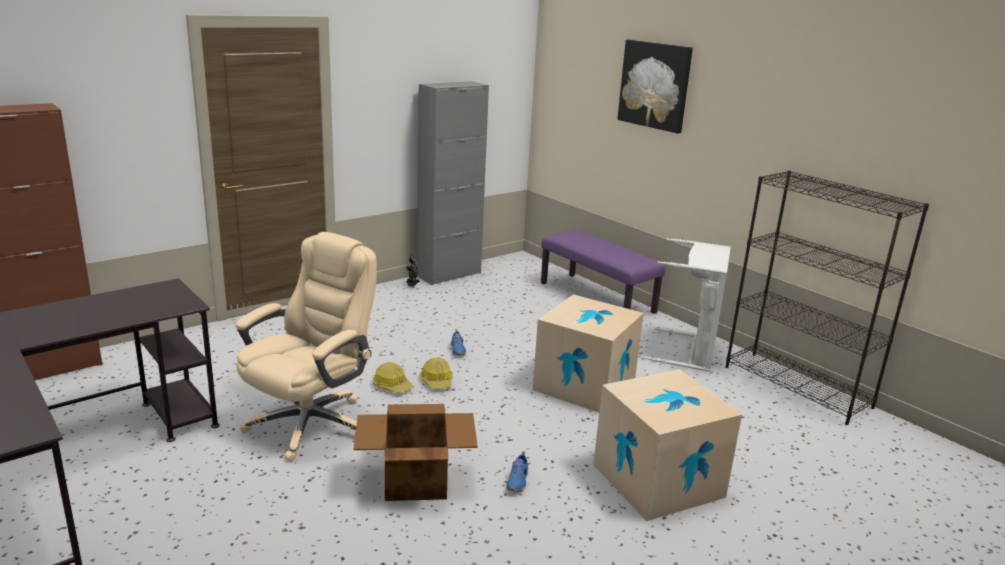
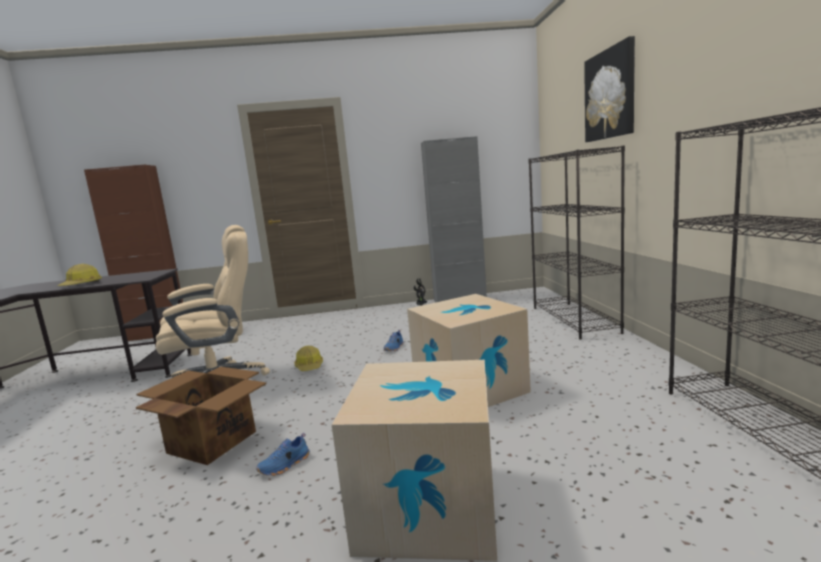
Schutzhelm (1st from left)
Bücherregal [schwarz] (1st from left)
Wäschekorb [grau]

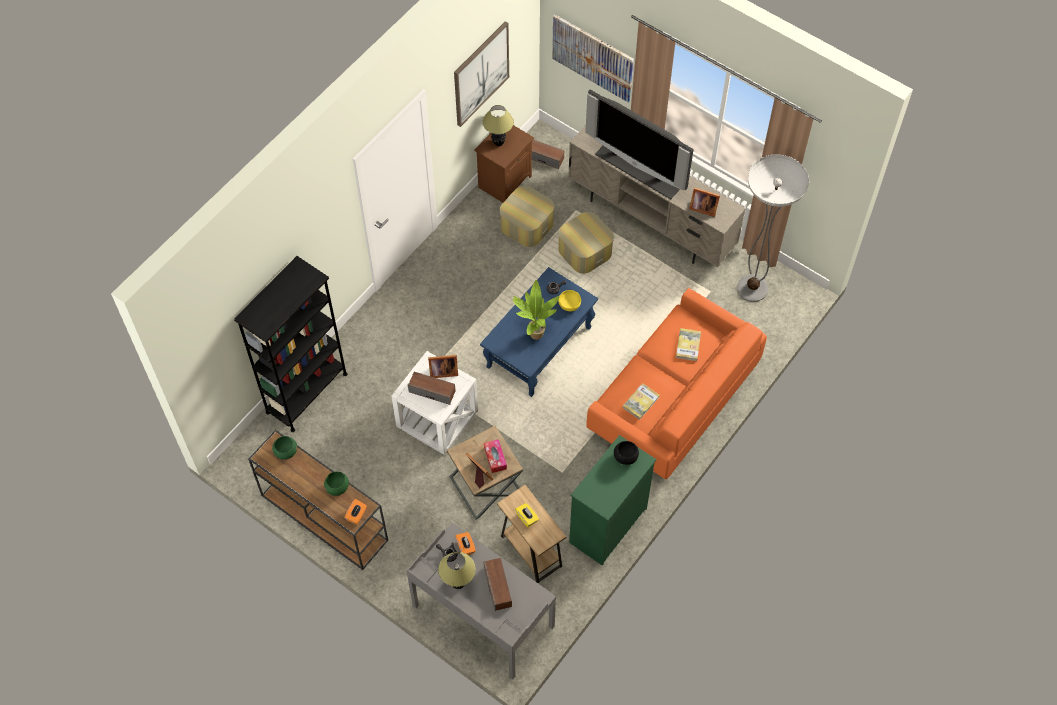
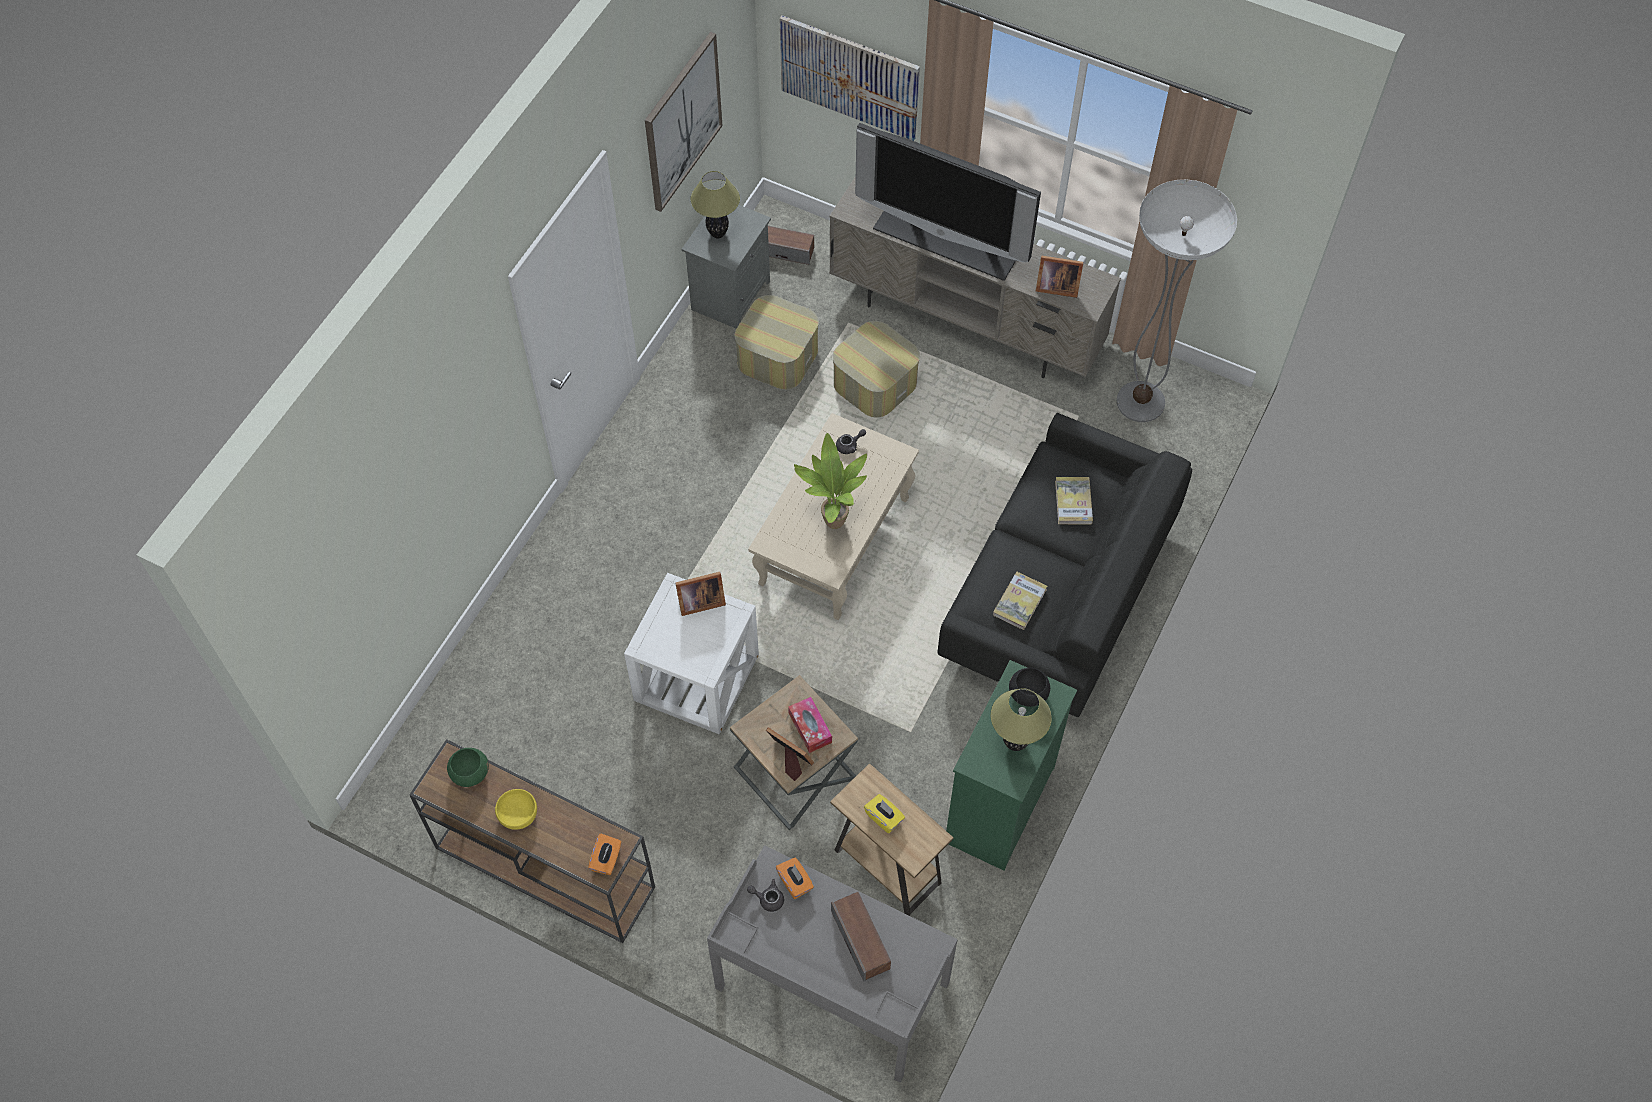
Bücherregal [schwarz]
Schüssel [grün] (2nd from left in the first image)
Lautsprecher (1st from left in the first image)
Tischlampe (2nd from left)
Nachttisch [grau]
Couchtisch [beige]
Schüssel [gelb]
Sofa [schwarz]

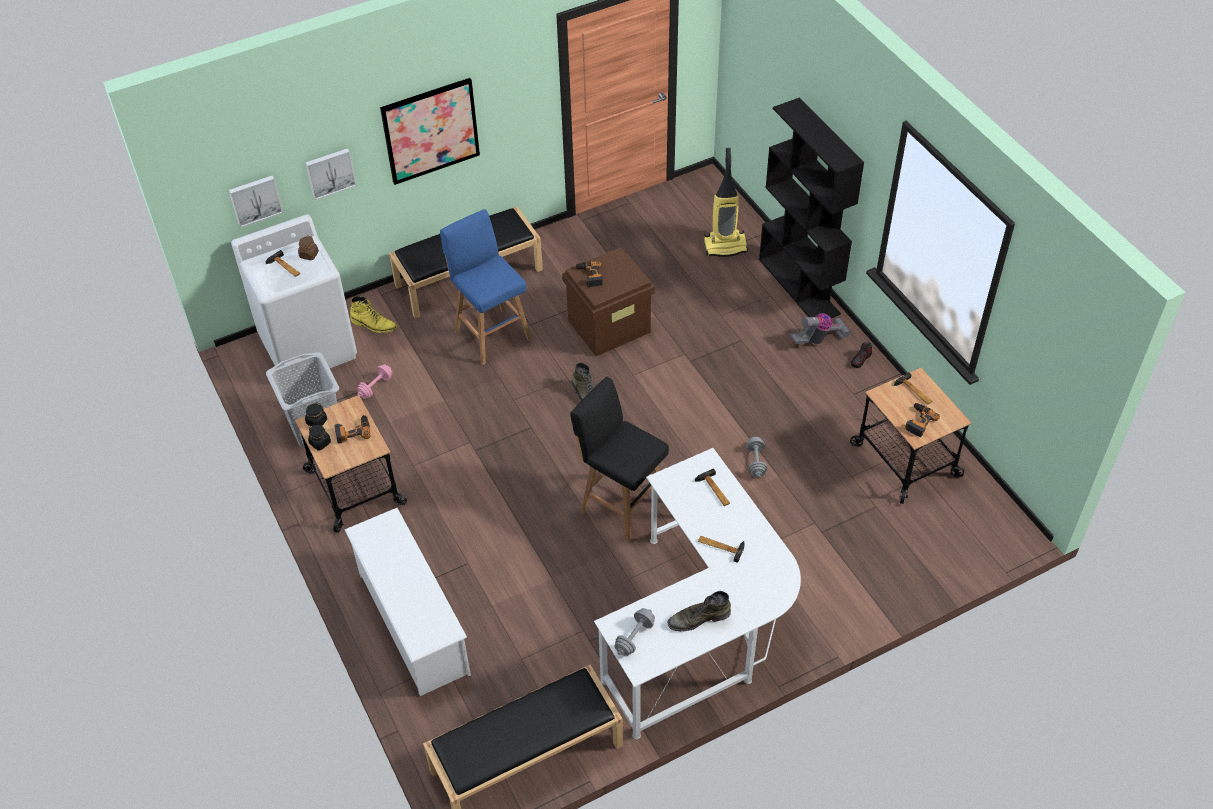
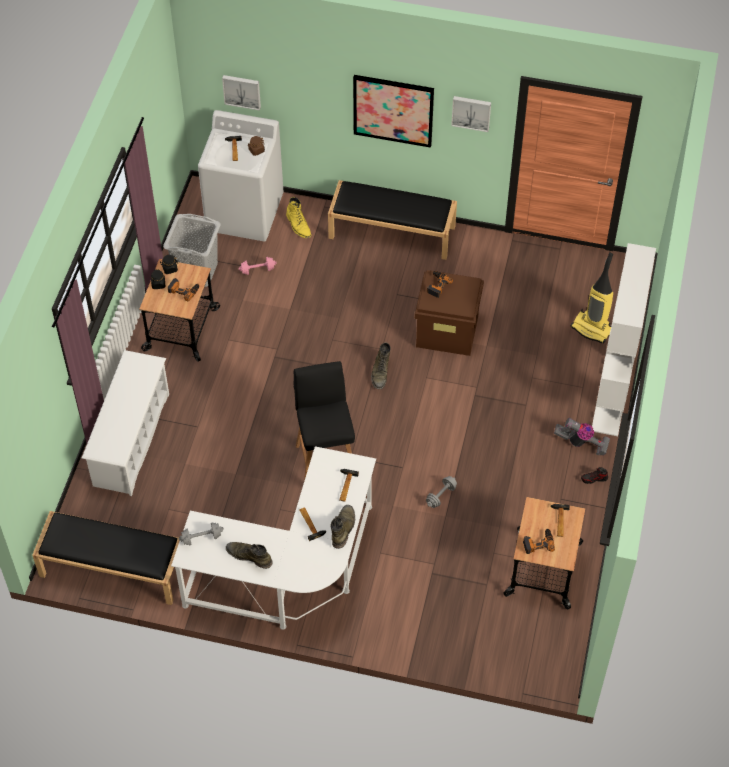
Bild (3rd from left)
Hocker [blau]
Bücherregal [weiß]
Stiefel [grün] (2nd from left)

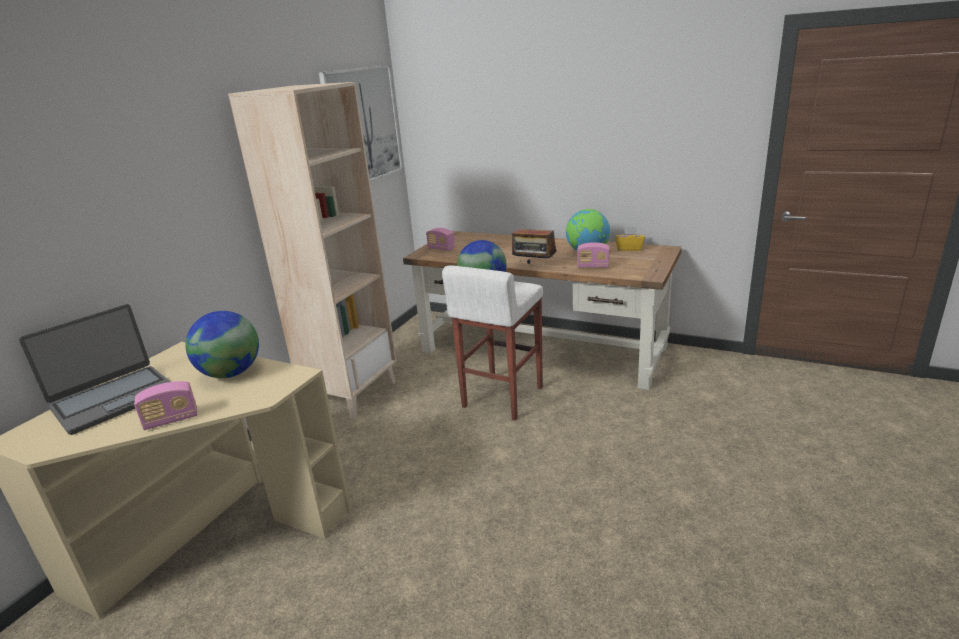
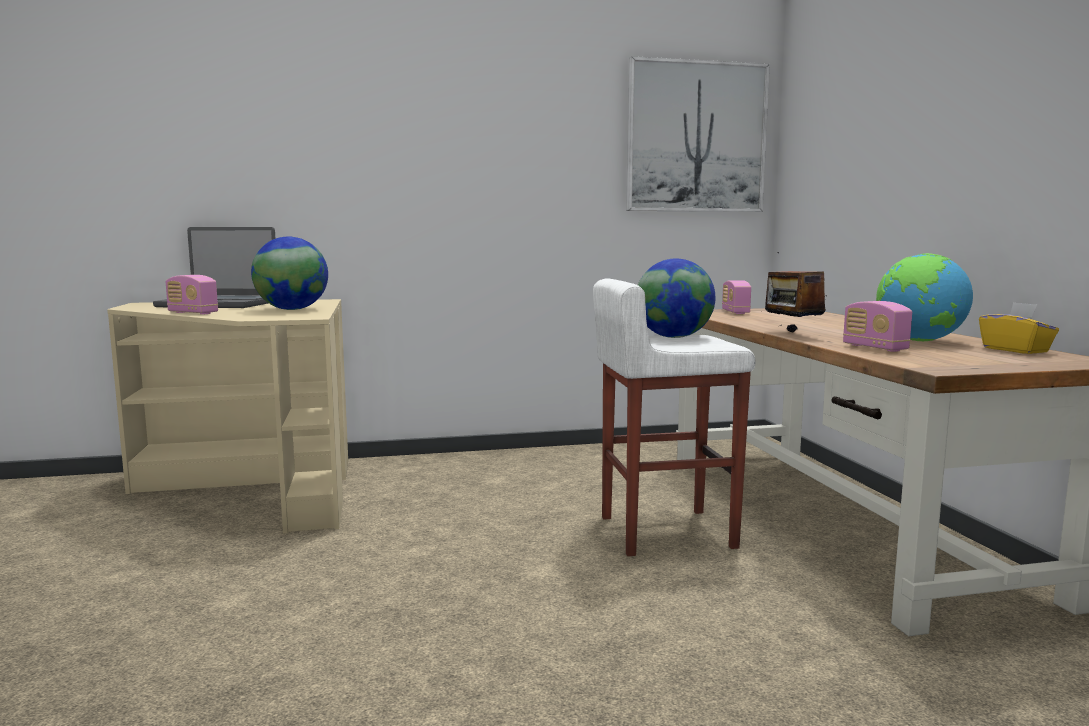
Bücherregal [beige]

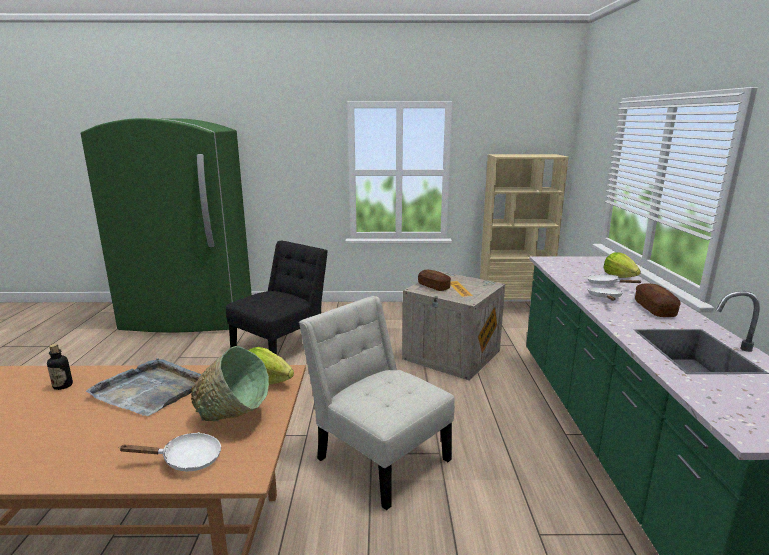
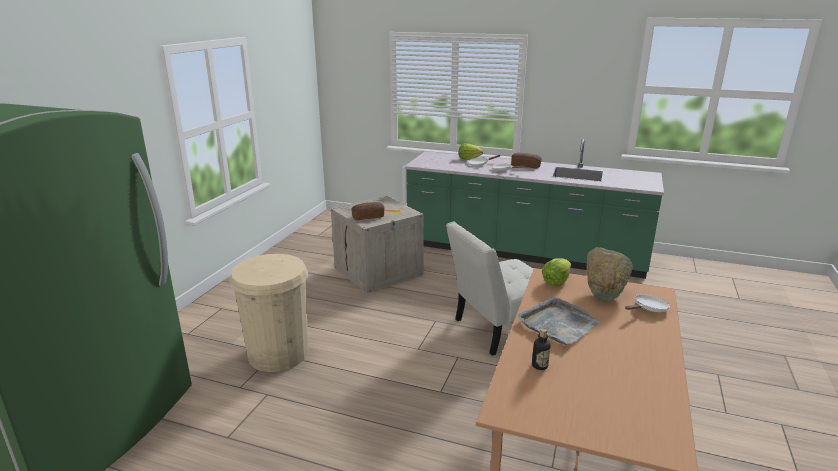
Pfanne [weiß] (3rd from left)
Mülleimer [beige]
Bücherregal [beige]

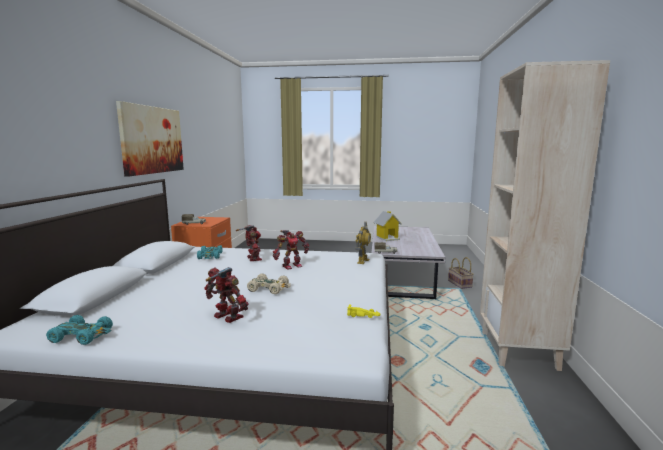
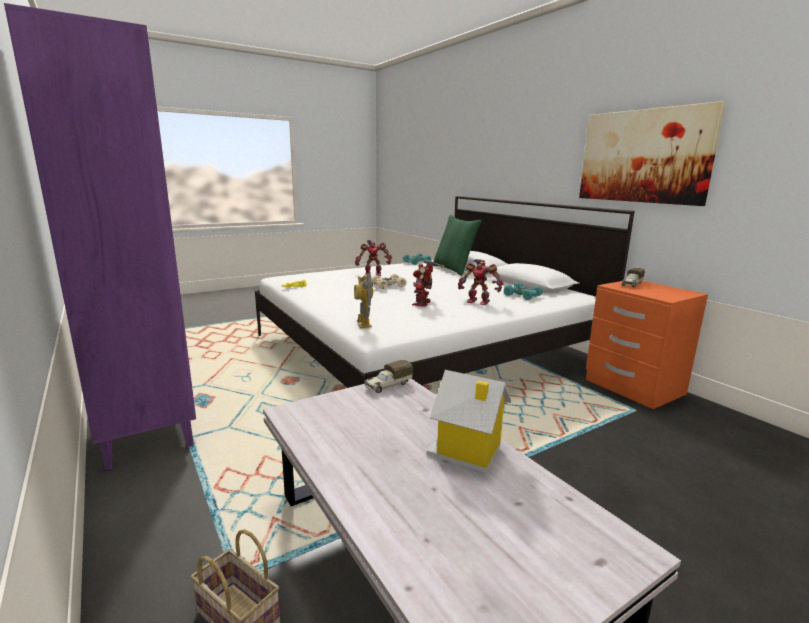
Bücherregal [lila]
Kissen [grün]

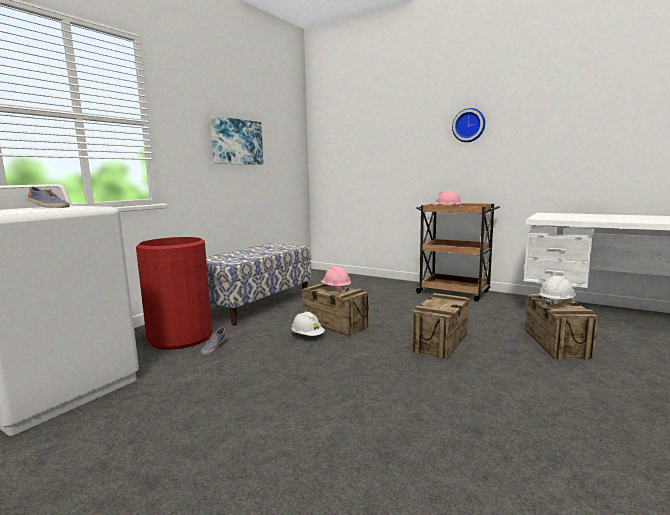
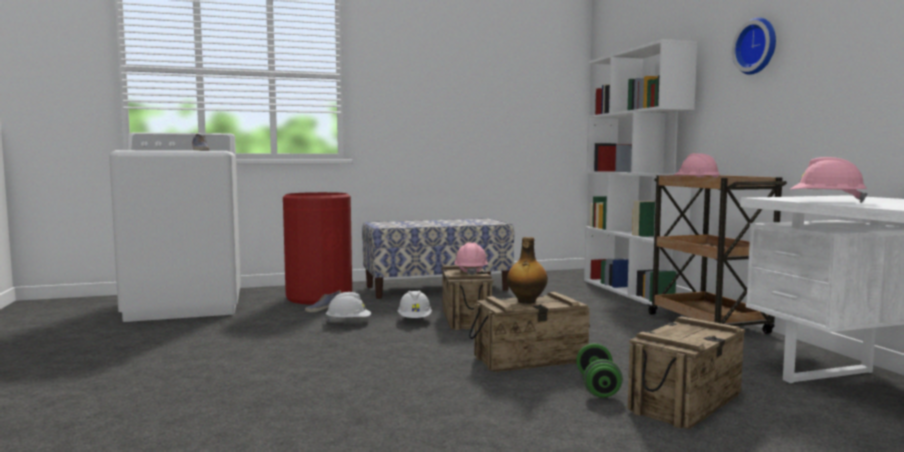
Bild
Schutzhelm [weiß] (1st from left)
Flasche
Hantel [grün]
Bücherregal [weiß]
Schutzhelm [rosa] (3rd from left)

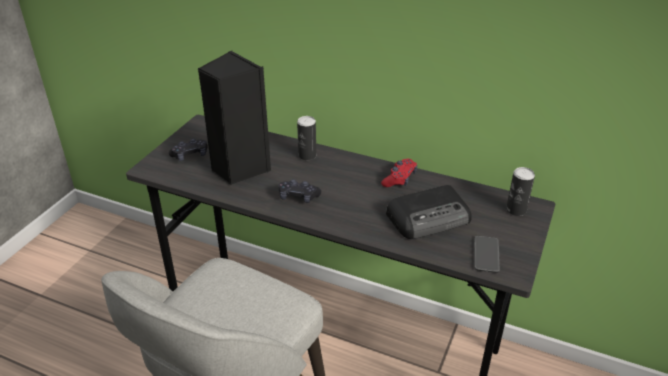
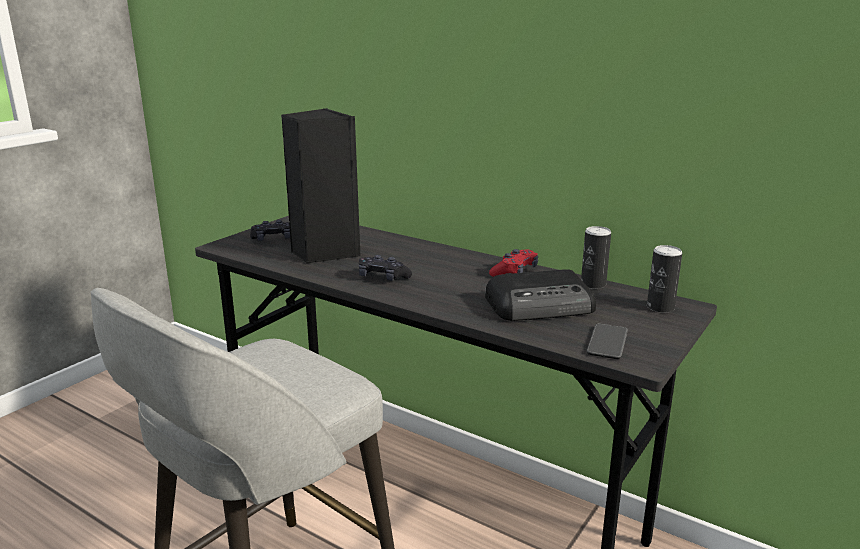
Dose (1st from left)

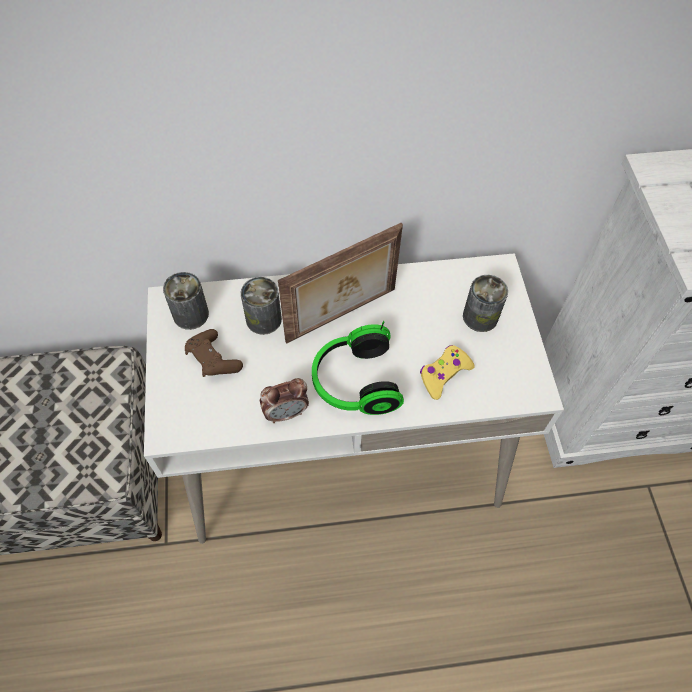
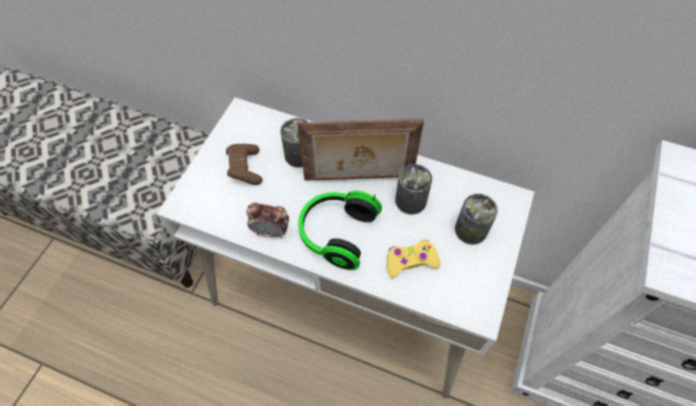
Dose (2nd from left)

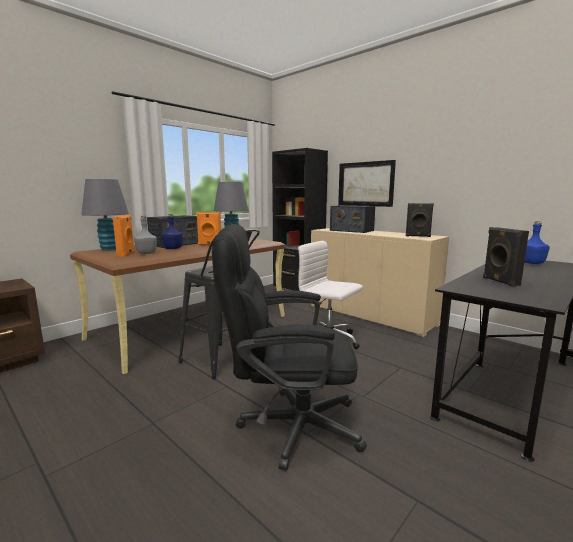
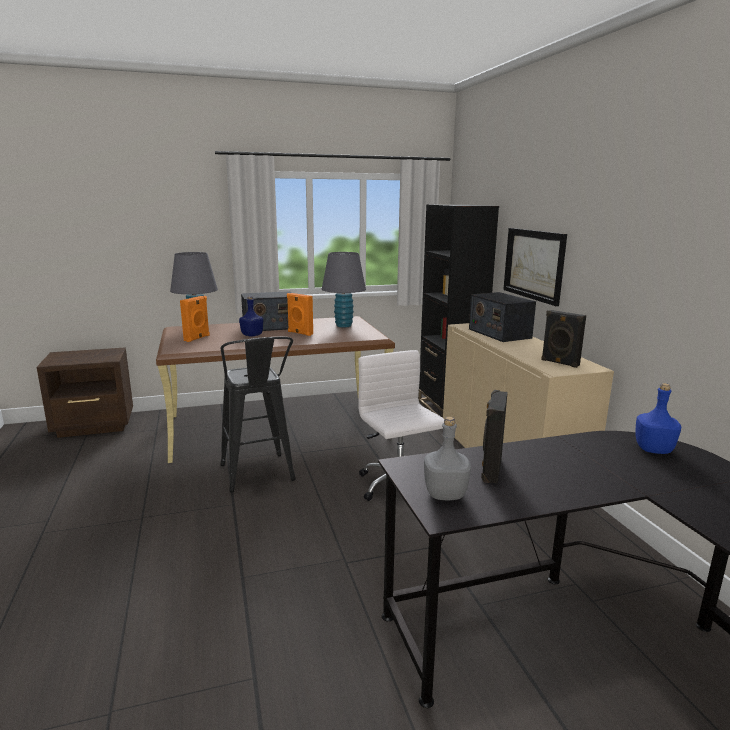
Flasche [grau]
Bürostuhl [schwarz]

